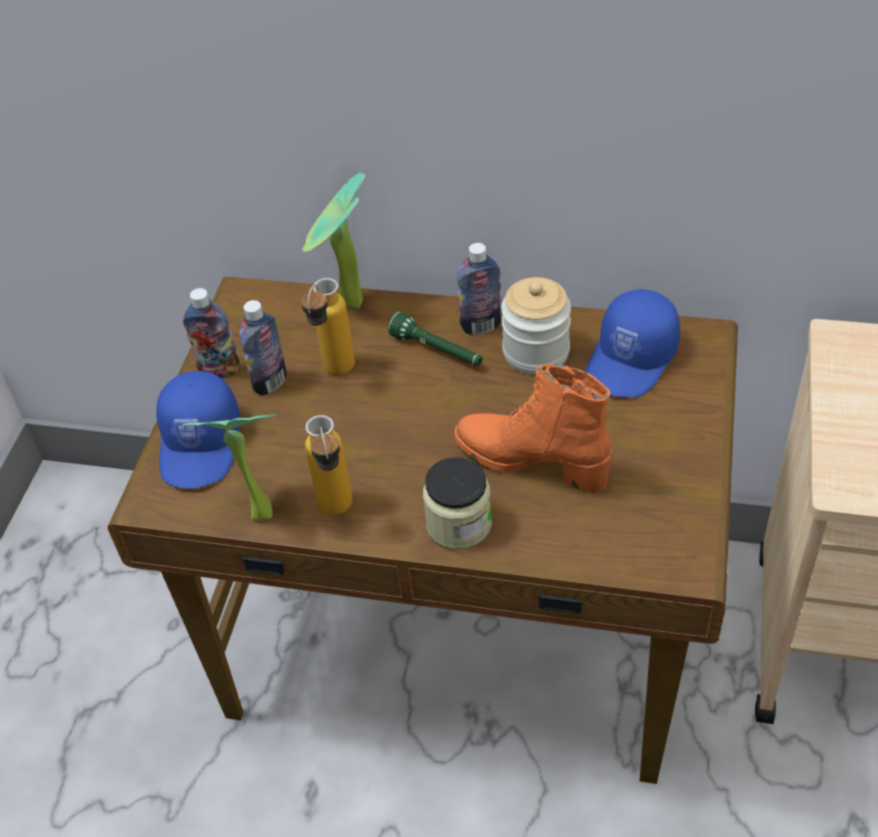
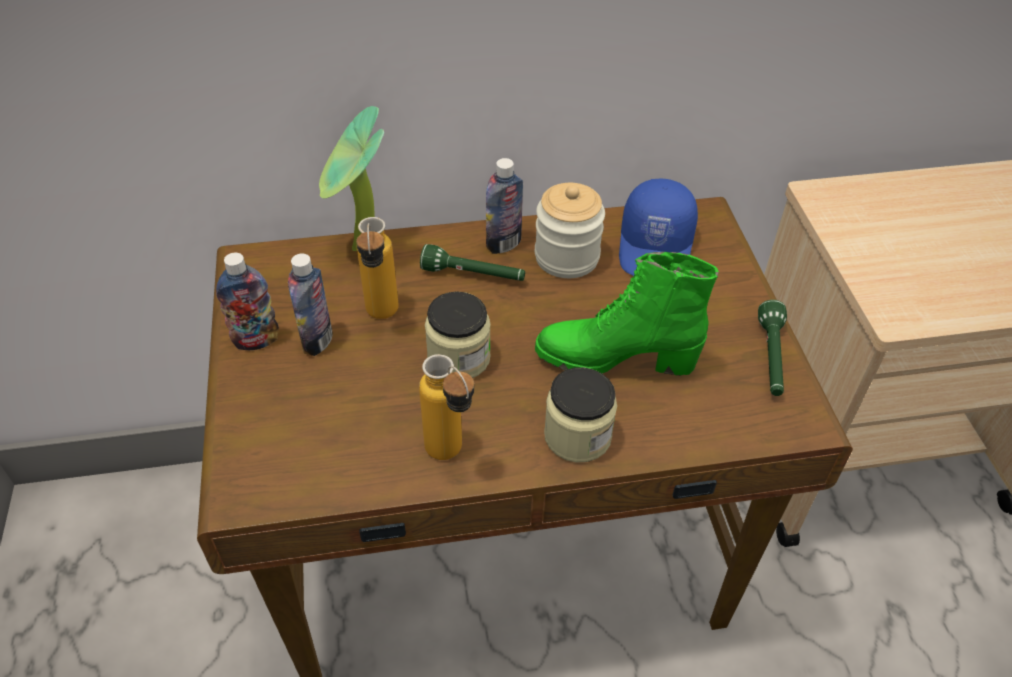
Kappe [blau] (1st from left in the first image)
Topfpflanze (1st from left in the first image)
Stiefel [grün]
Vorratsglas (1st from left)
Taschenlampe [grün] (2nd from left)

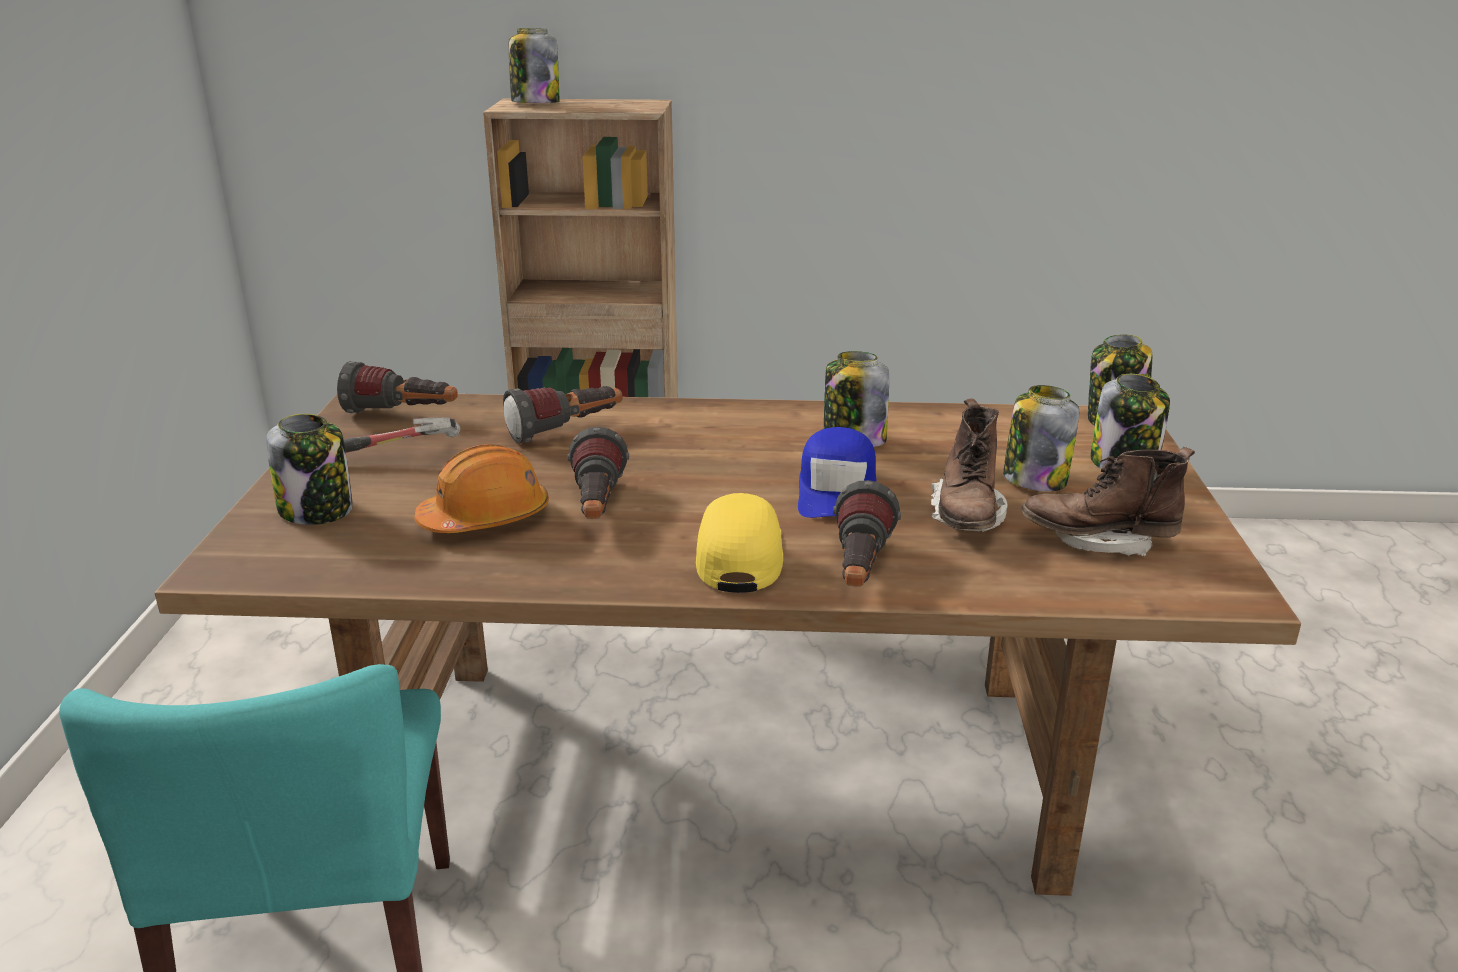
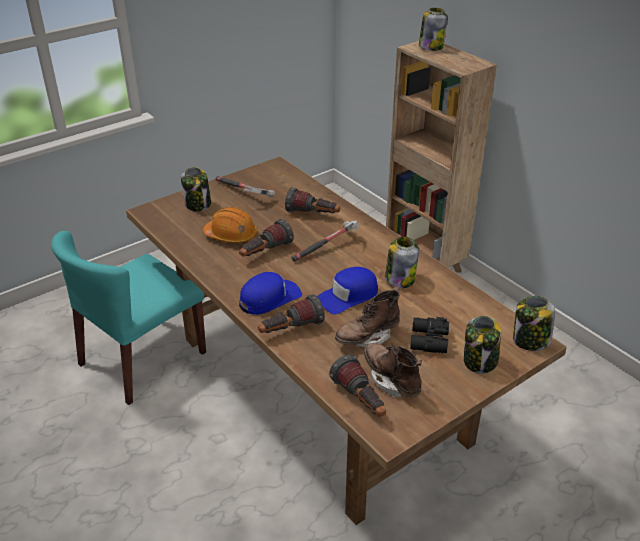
Taschenlampe (4th from left)
Kappe [blau] (1st from left)
Fernglas [schwarz]
Hammer (2nd from left)

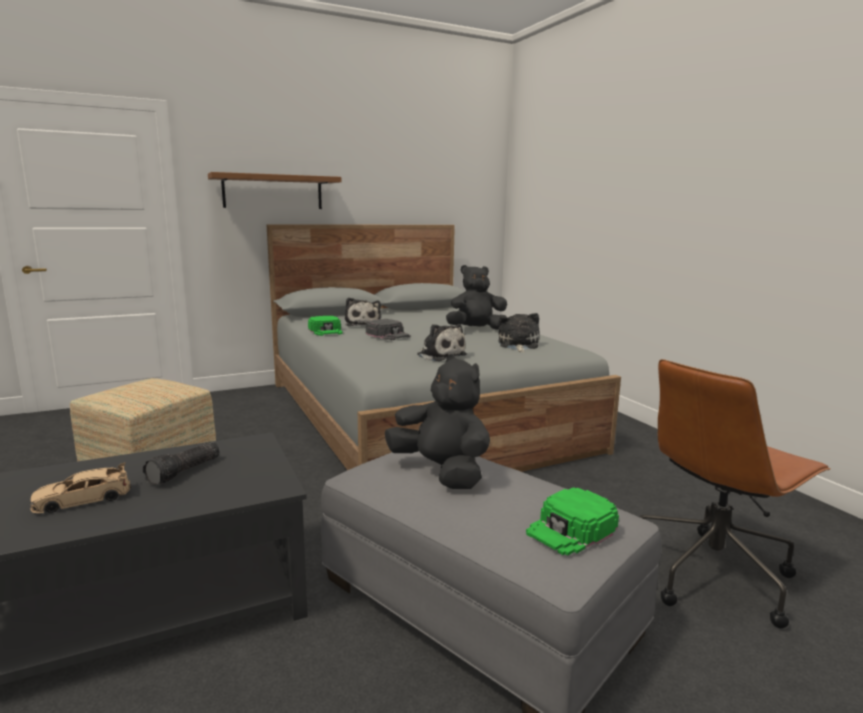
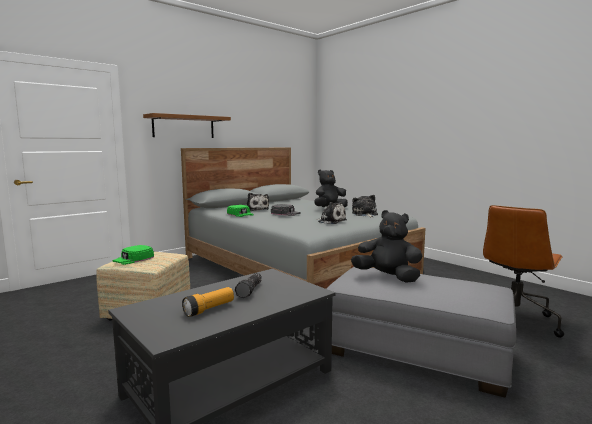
Taschenlampe (1st from left)
Kappe [grün] (1st from left)

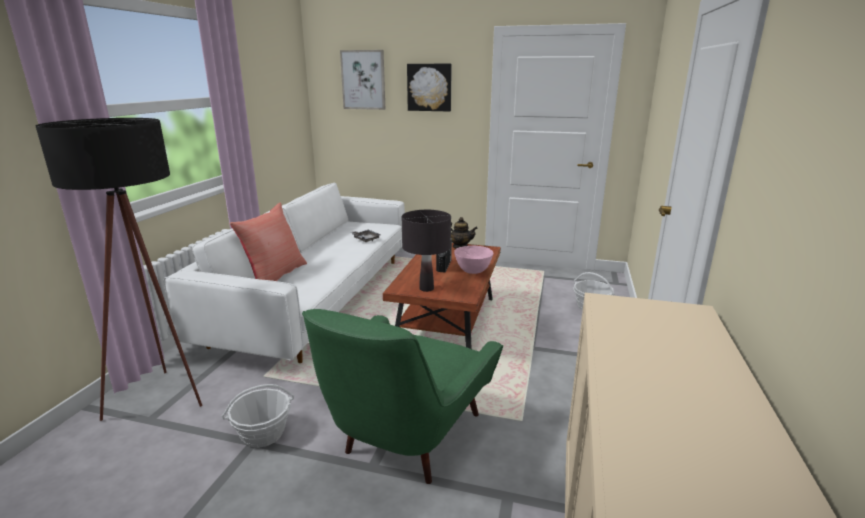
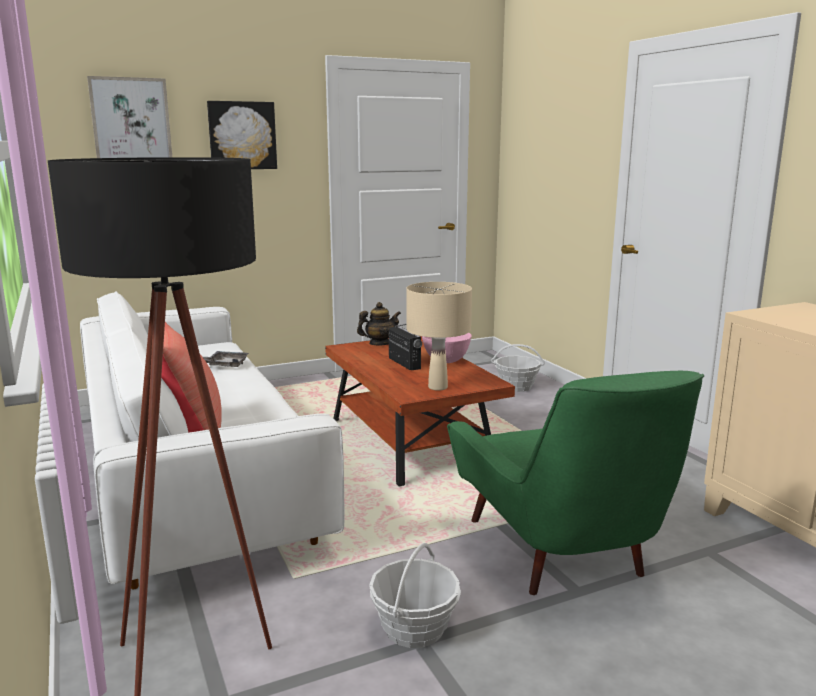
Tischlampe [beige]

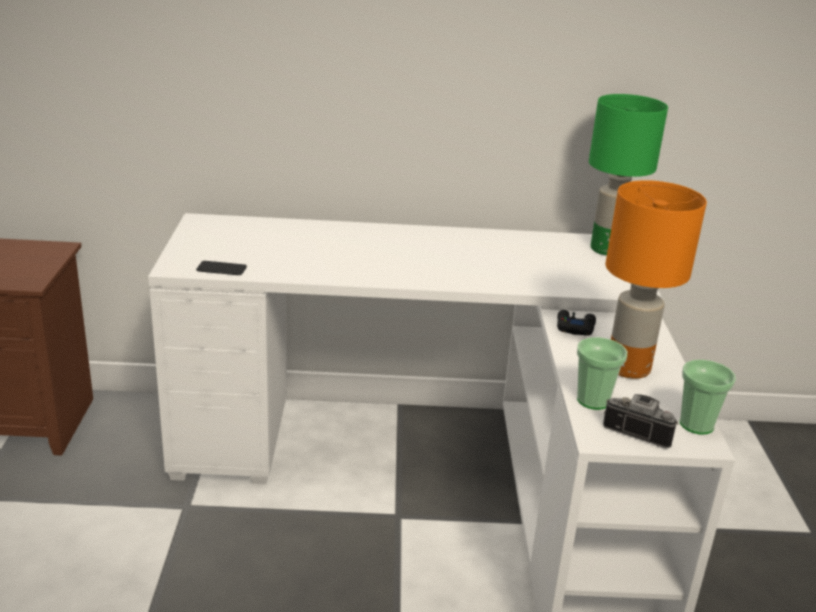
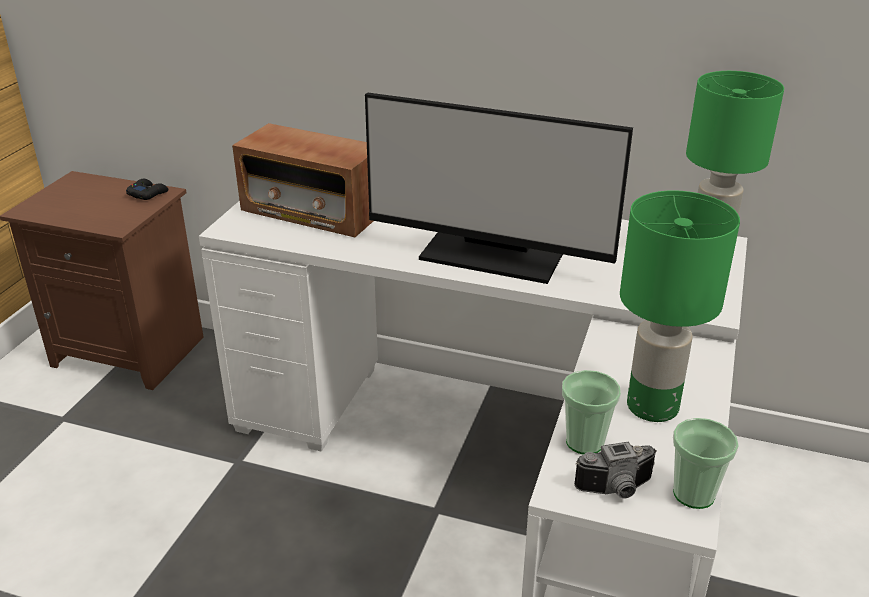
Handy
Gamepad [schwarz]
Kamera
Tischlampe [grün] (1st from left)
Radio
Monitor

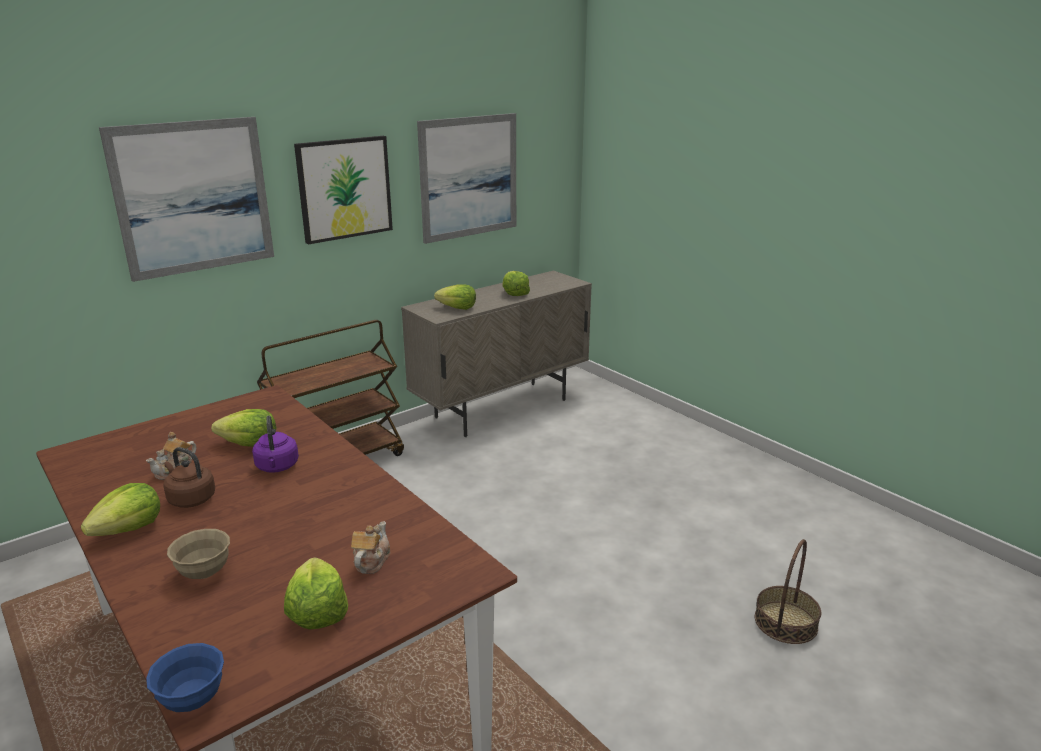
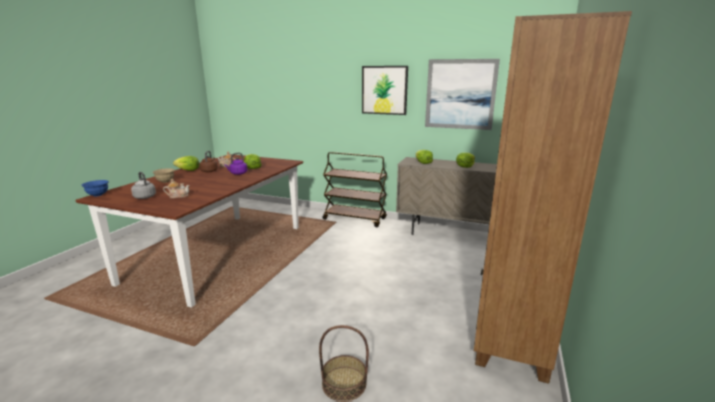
Bild (1st from left in the first image)
Wasserkessel [grau]
Bücherregal [braun]

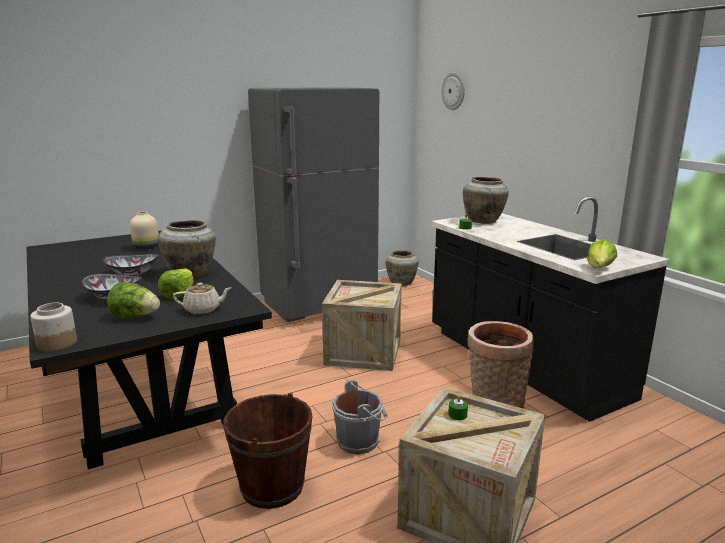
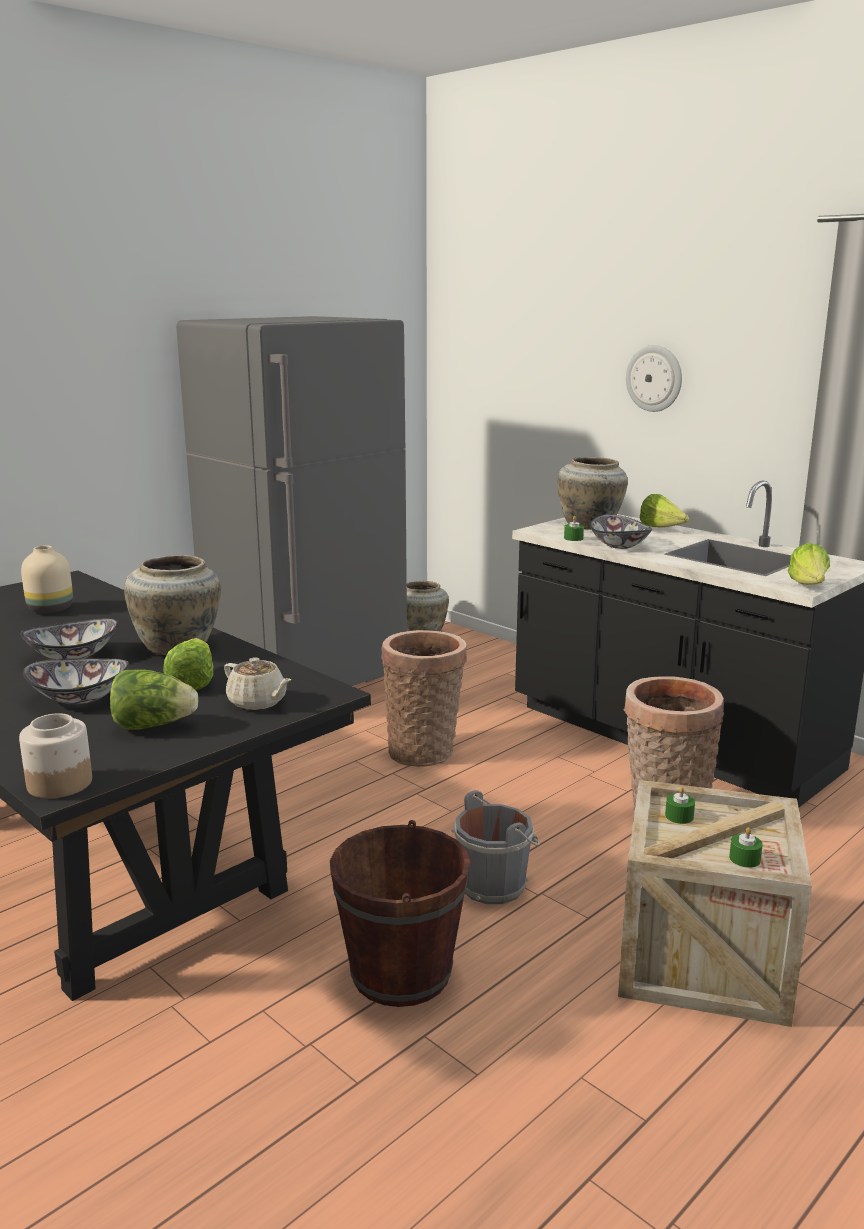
Teekanne [beige]
Korb (1st from left)
Wanduhr
Schüssel (3rd from left)
Salatkopf (3rd from left)
Kerze [grün] (3rd from left)

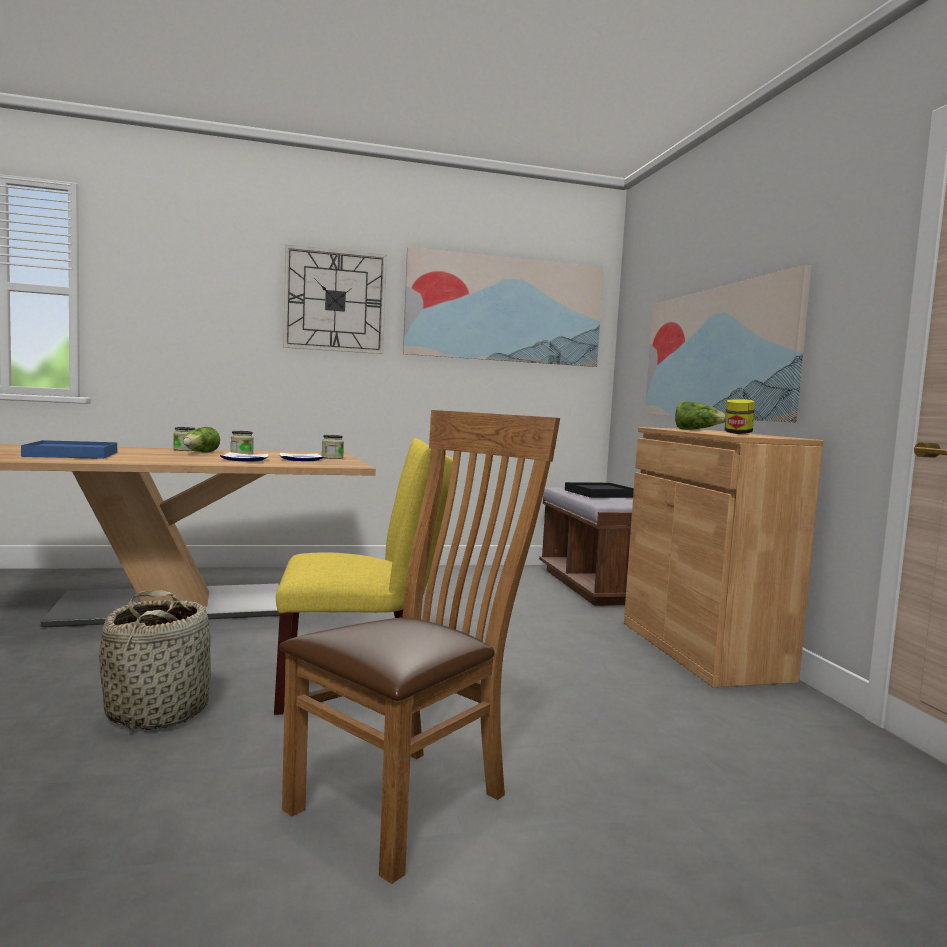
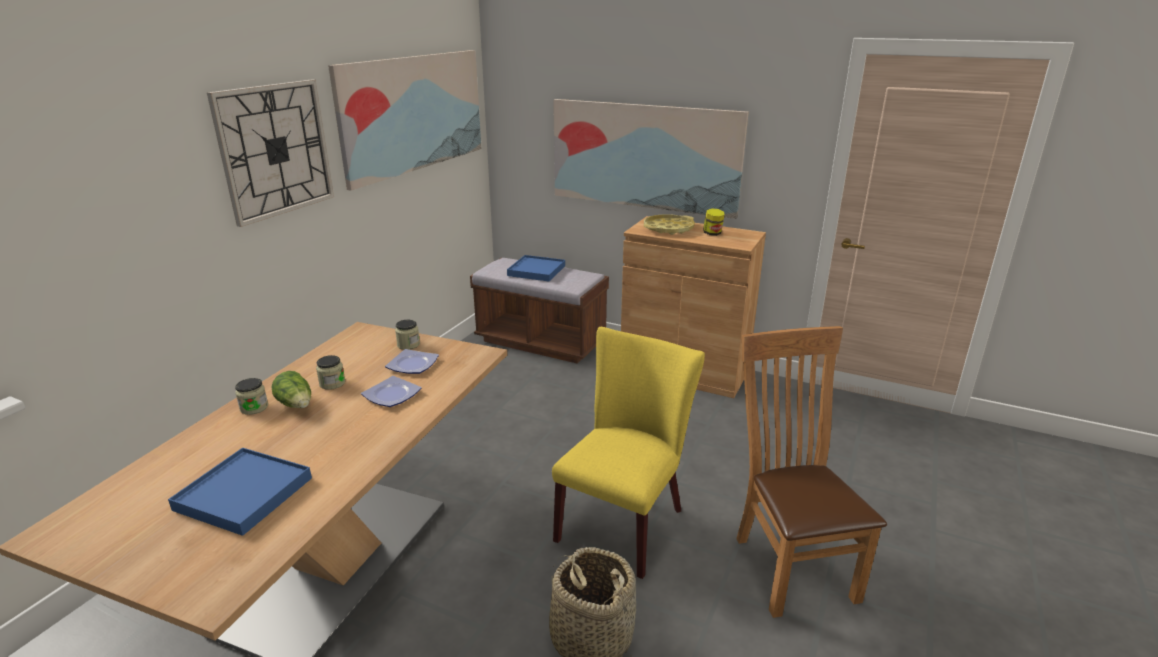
Tablett [blau] (2nd from left)
Tablett [gelb]

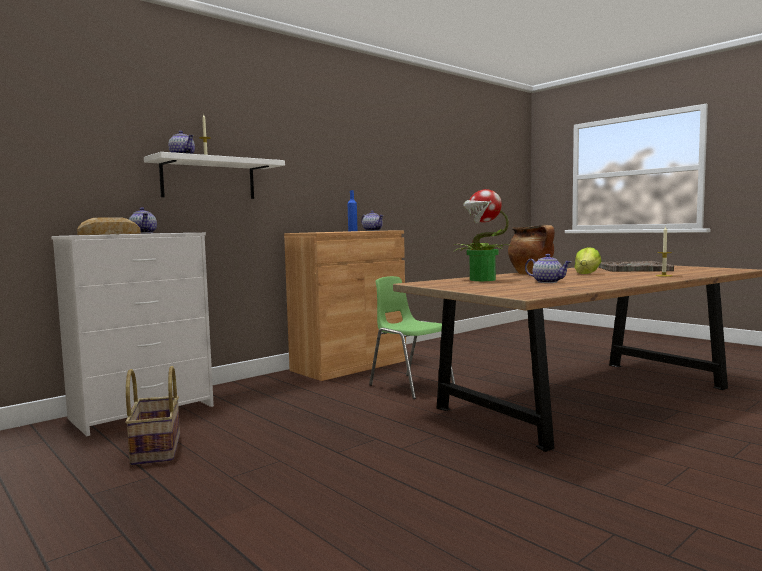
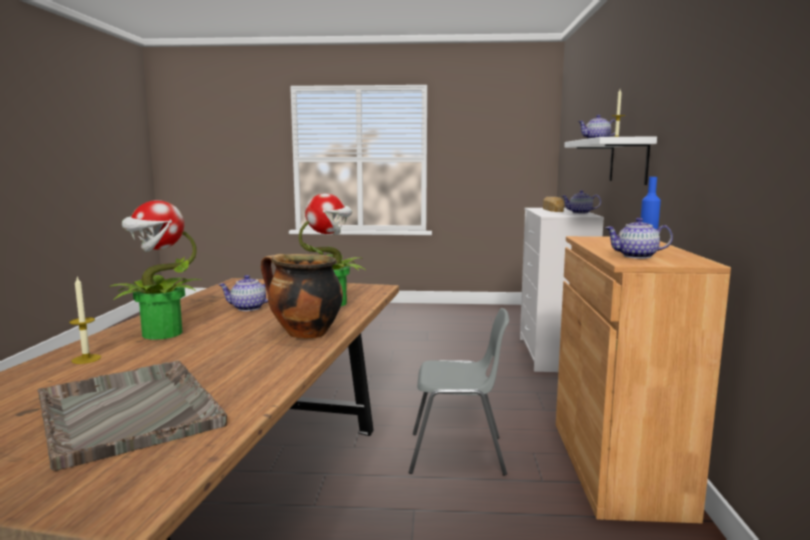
Korb
Stuhl [grau]
Salatkopf
Topfpflanze (1st from left)

